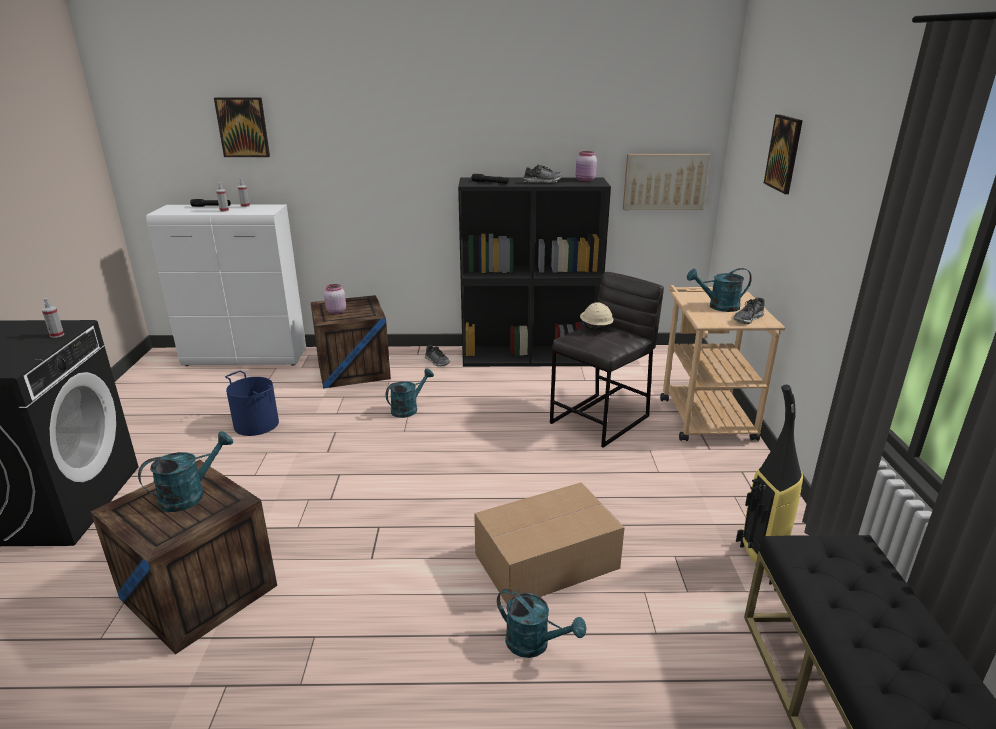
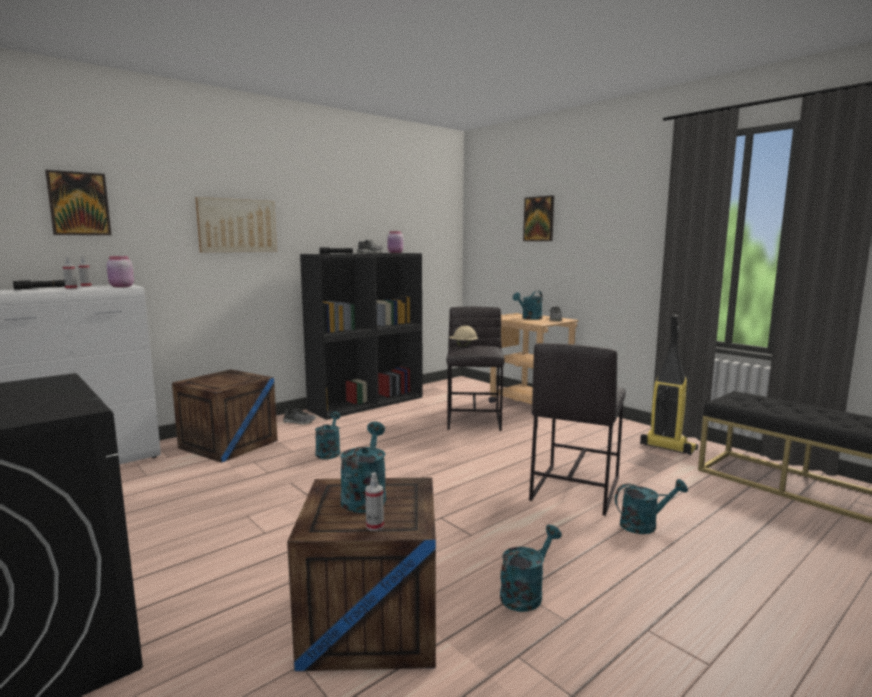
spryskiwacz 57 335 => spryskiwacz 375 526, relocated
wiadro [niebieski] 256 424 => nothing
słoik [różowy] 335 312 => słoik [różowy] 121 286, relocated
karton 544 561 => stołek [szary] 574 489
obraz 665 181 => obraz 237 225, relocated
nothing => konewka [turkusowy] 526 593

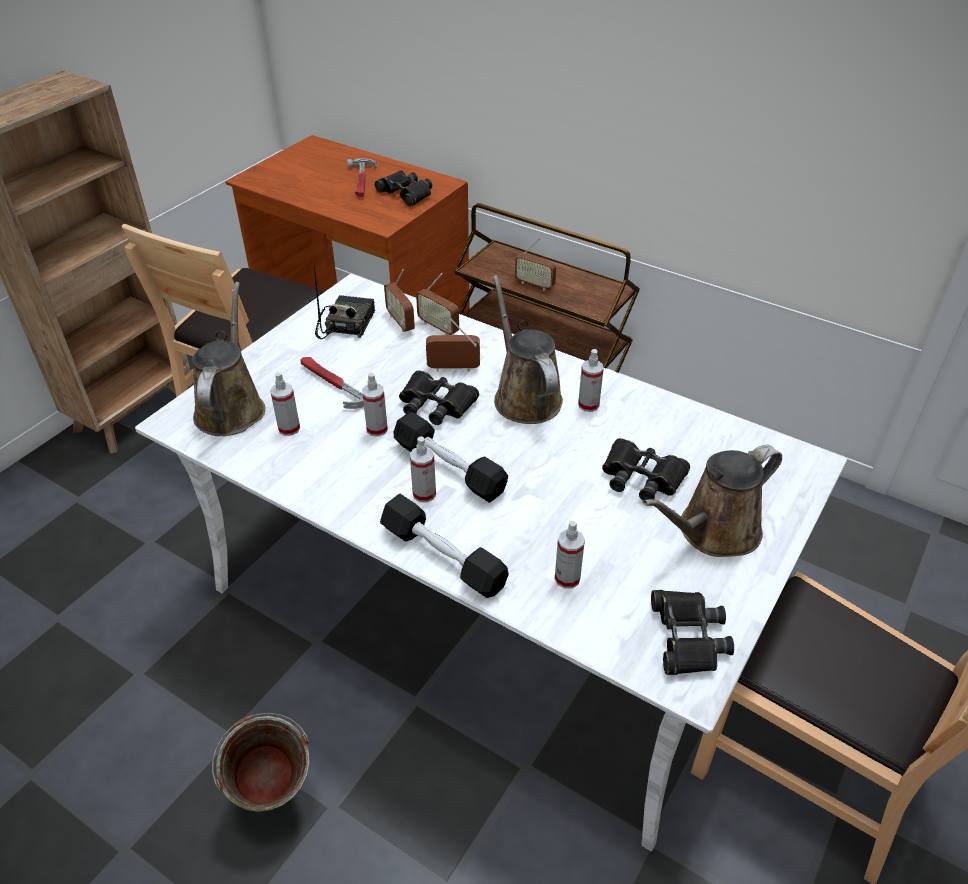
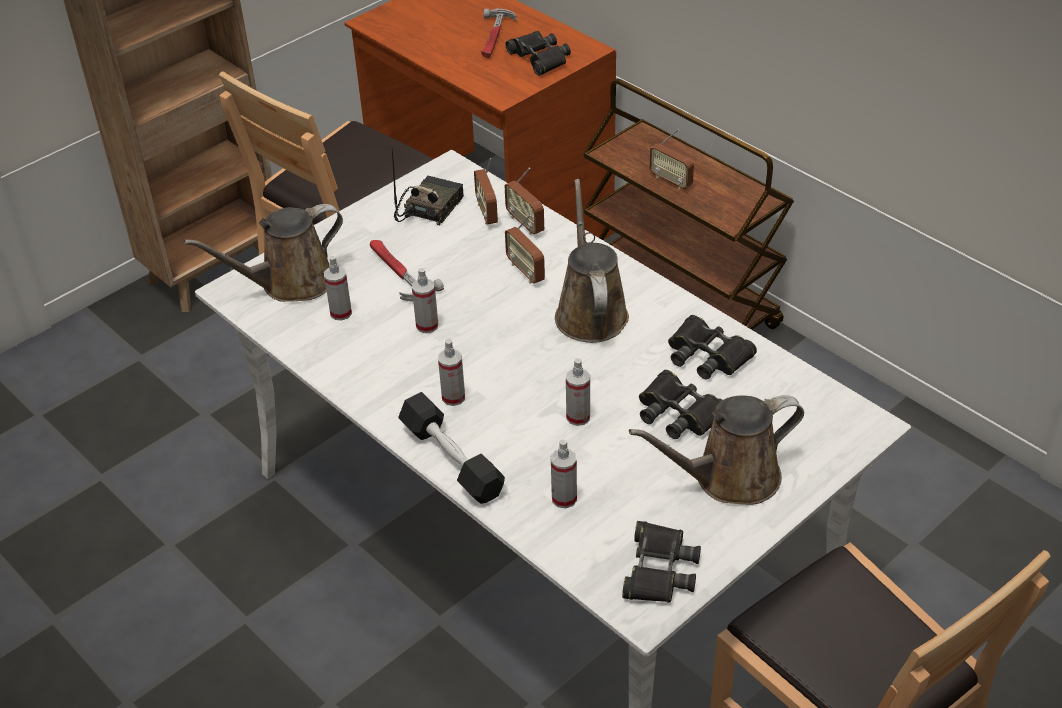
konewka [brązowy] 231 407 => konewka [brązowy] 290 283, 135 degrees counterclockwise
wiadro [zielony] 274 799 => nothing
hantel [czarny] 449 468 => nothing
lornetka [czarny] 436 404 => lornetka [czarny] 707 355, relocated
radio 453 368 => radio 526 271, 135 degrees counterclockwise
spryskiwacz 588 405 => spryskiwacz 578 417, relocated

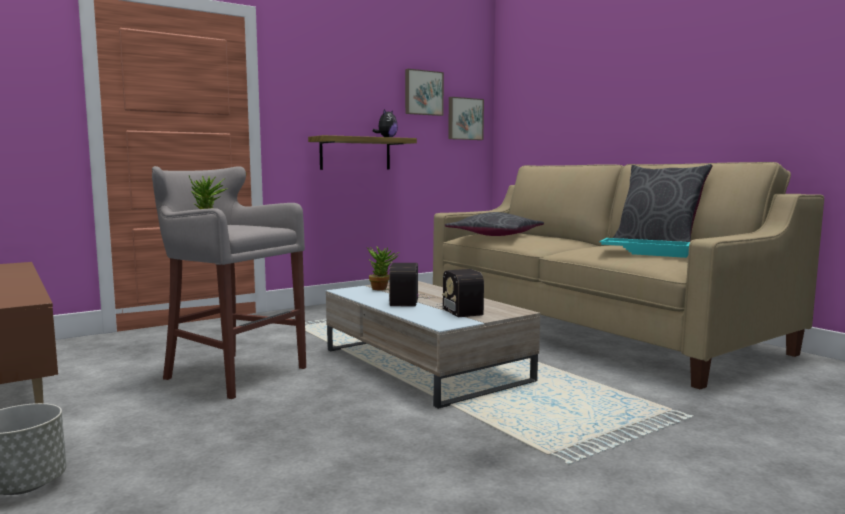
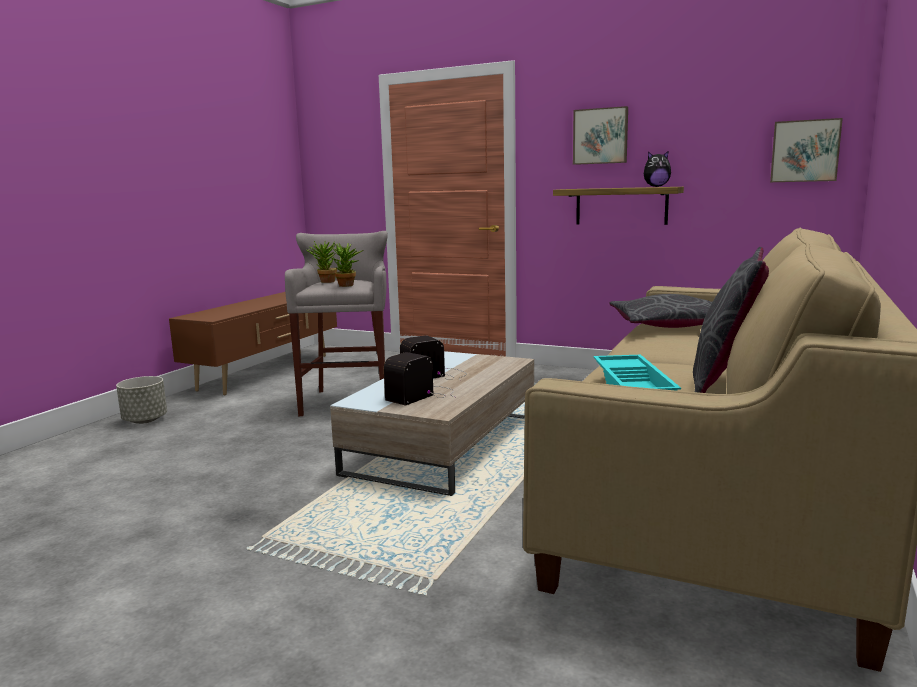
roślina doniczkowa 382 288 => roślina doniczkowa 348 286, relocated
obraz 423 93 => obraz 600 136, relocated

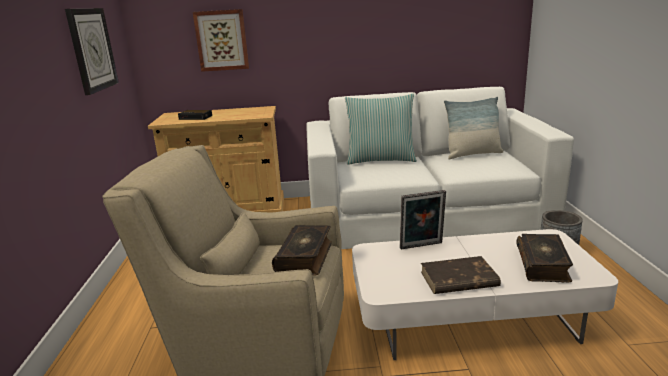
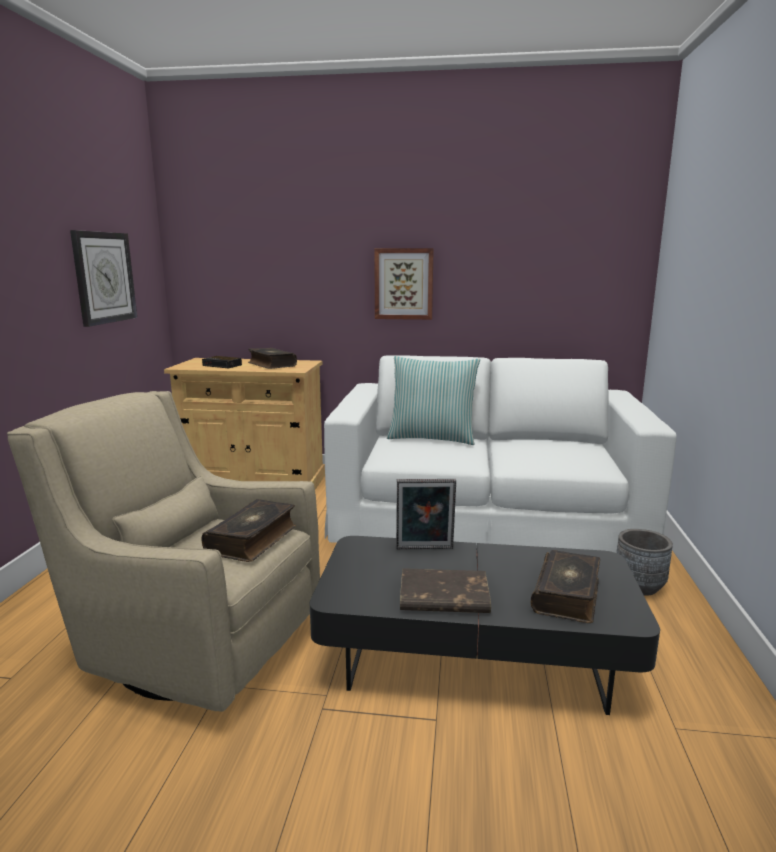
obraz 222 40 => obraz 404 284, relocated
ława [biały] 470 318 => ława [czarny] 474 654
poduszka 472 154 => nothing
nothing => książka 271 365

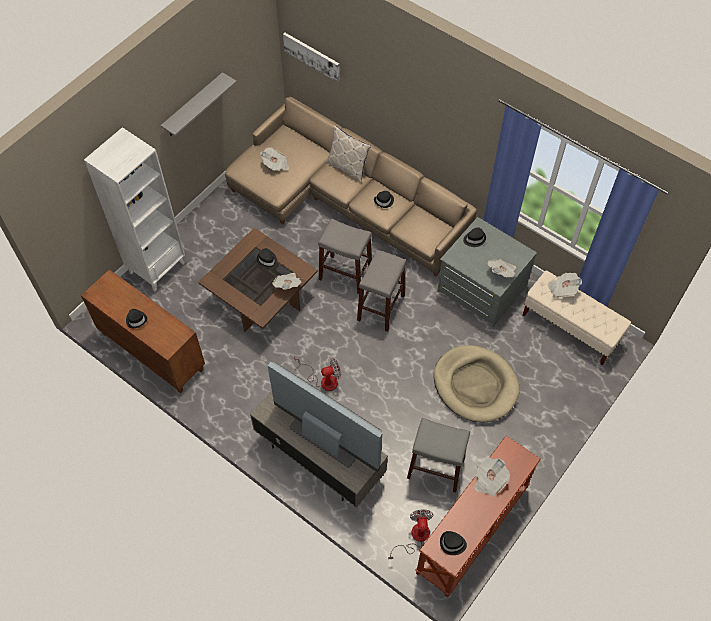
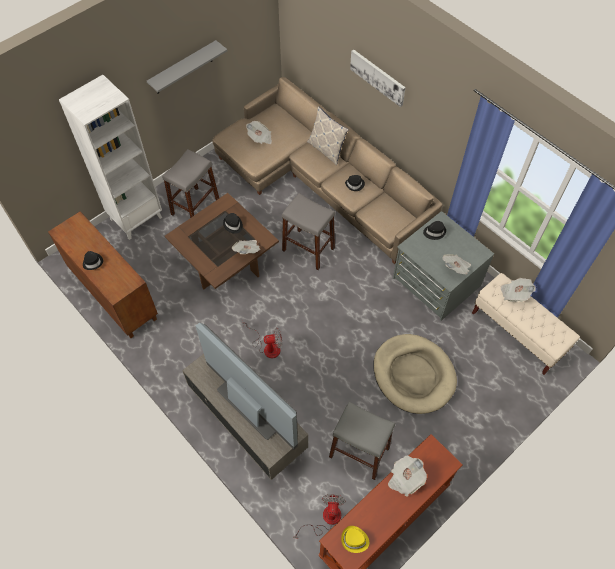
obraz 312 56 => obraz 378 77, relocated
stołek [szary] 381 307 => stołek [szary] 195 207, relocated
kapelusz [czarny] 452 544 => kapelusz [żółty] 354 540

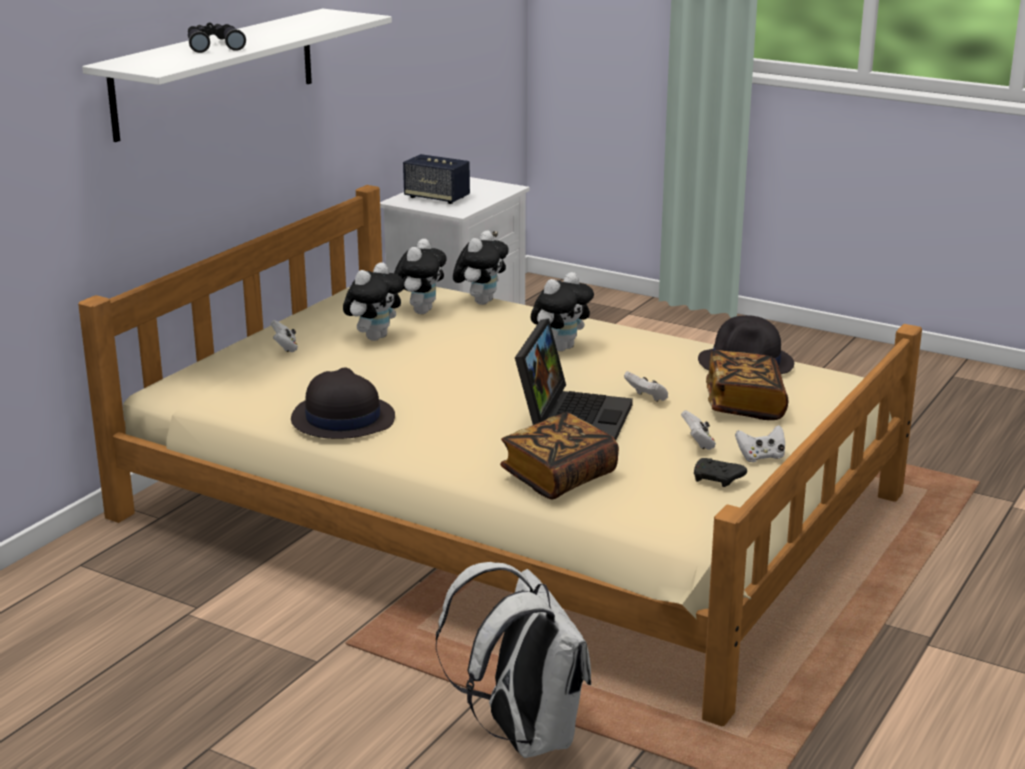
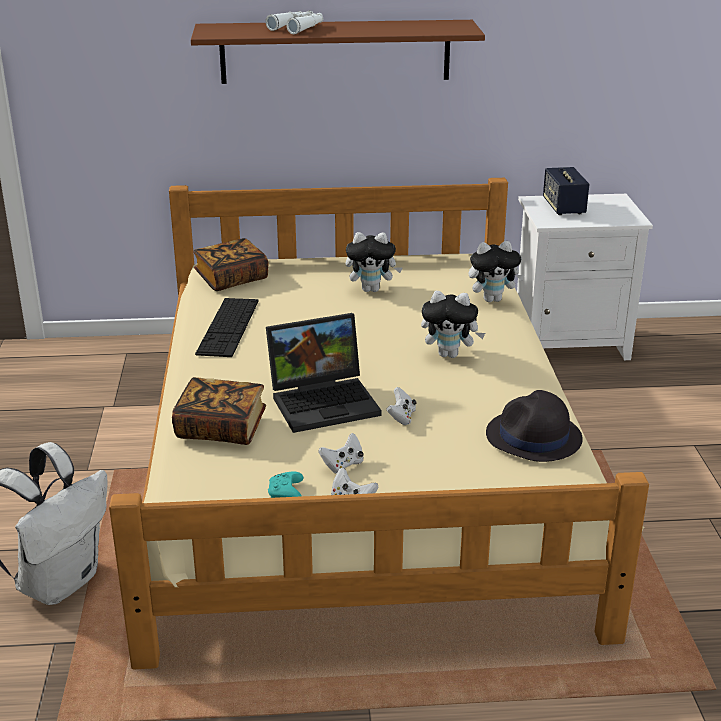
półka [biały] 216 72 => półka [brązowy] 335 51
lornetka [czarny] 214 45 => lornetka [biały] 298 28
pad do gier [biały] 285 348 => nothing
kapelusz [czarny] 342 419 => klawiatura 228 327
pluszak 420 311 => nothing
pad do gier [czarny] 718 480 => pad do gier [turkusowy] 286 494
książka 744 405 => książka 231 279, relocated

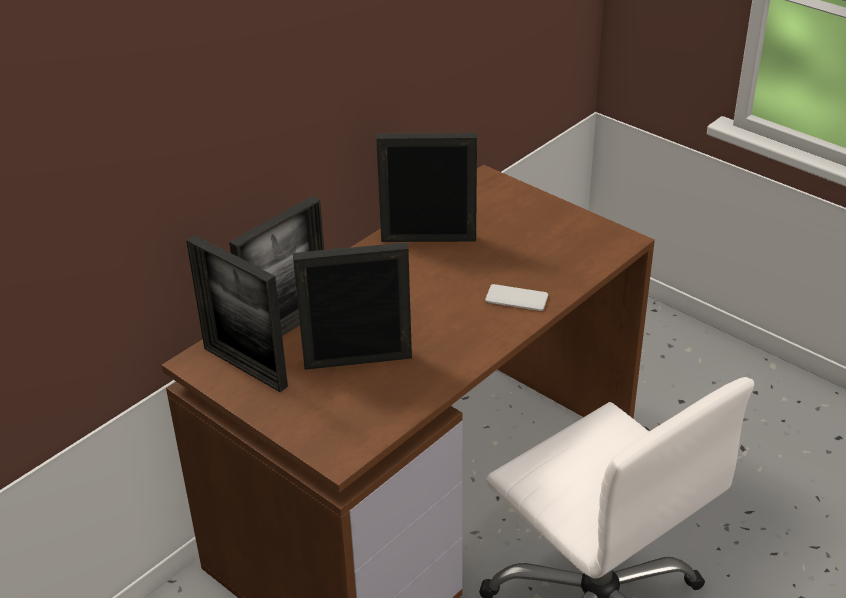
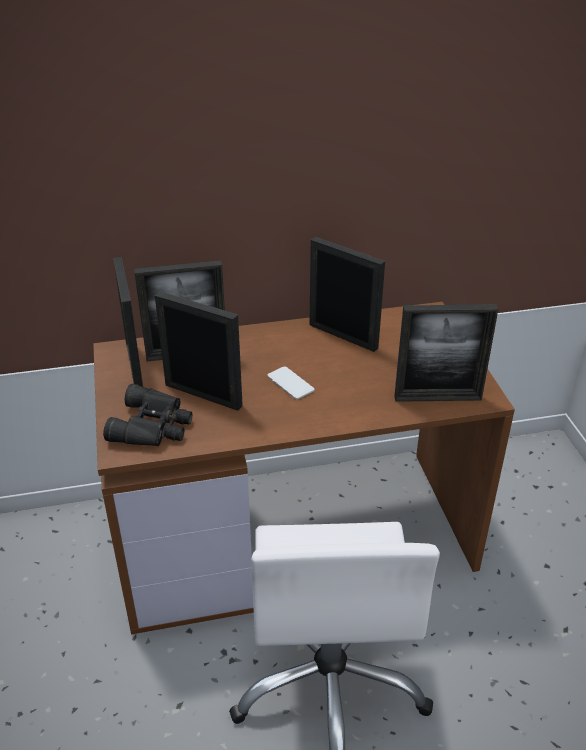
telefon 516 298 => telefon 290 383, relocated
nothing => lornetka [czarny] 153 426
nothing => ramka na zdjęcie 437 398

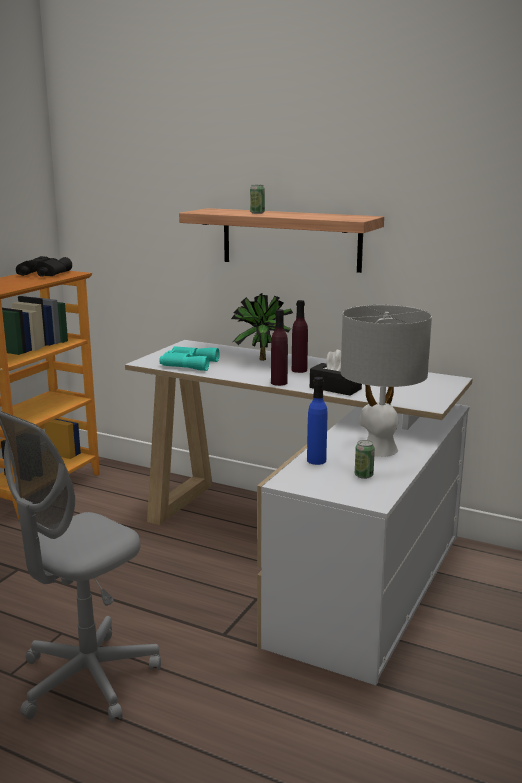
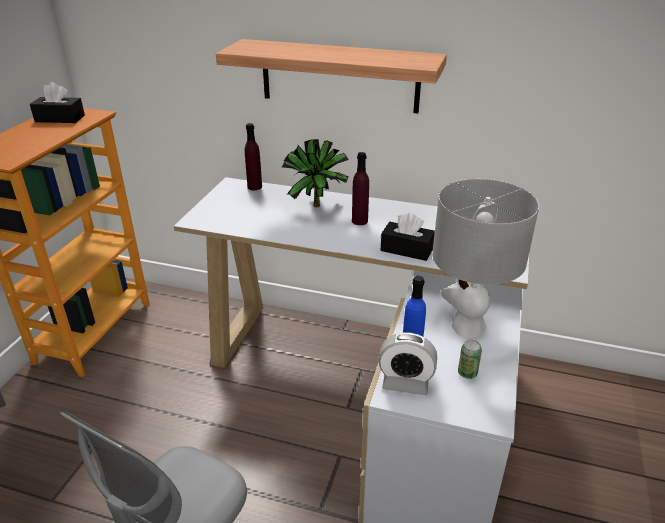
lornetka [czarny] 42 274 => pudełko chusteczek [czarny] 60 118
lornetka [turkusowy] 187 364 => nothing
puszka 257 213 => nothing
butelka [fioletowy] 279 383 => butelka [fioletowy] 254 187, relocated
nothing => budzik 405 384

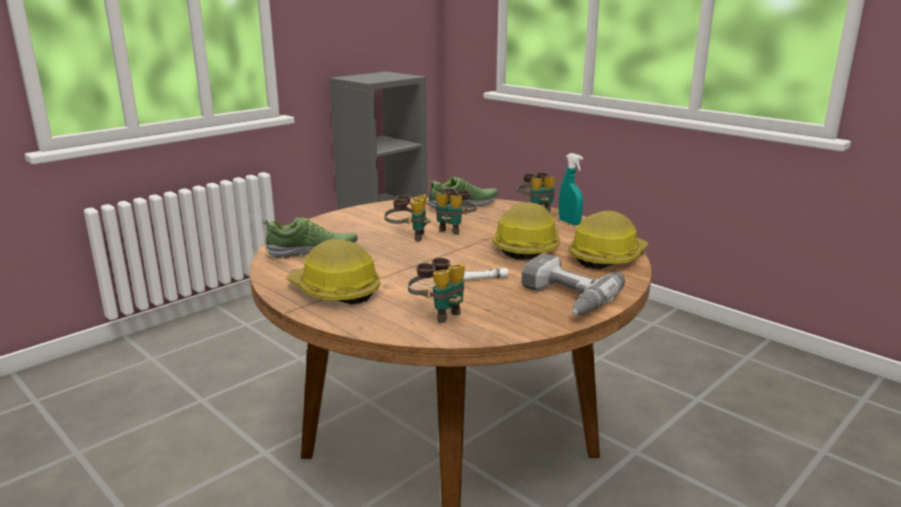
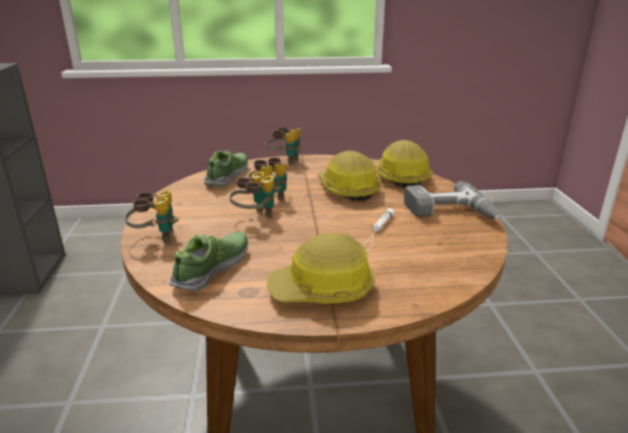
lornetka 438 313 => lornetka 155 237, relocated
spryskiwacz [turkusowy] 569 222 => nothing

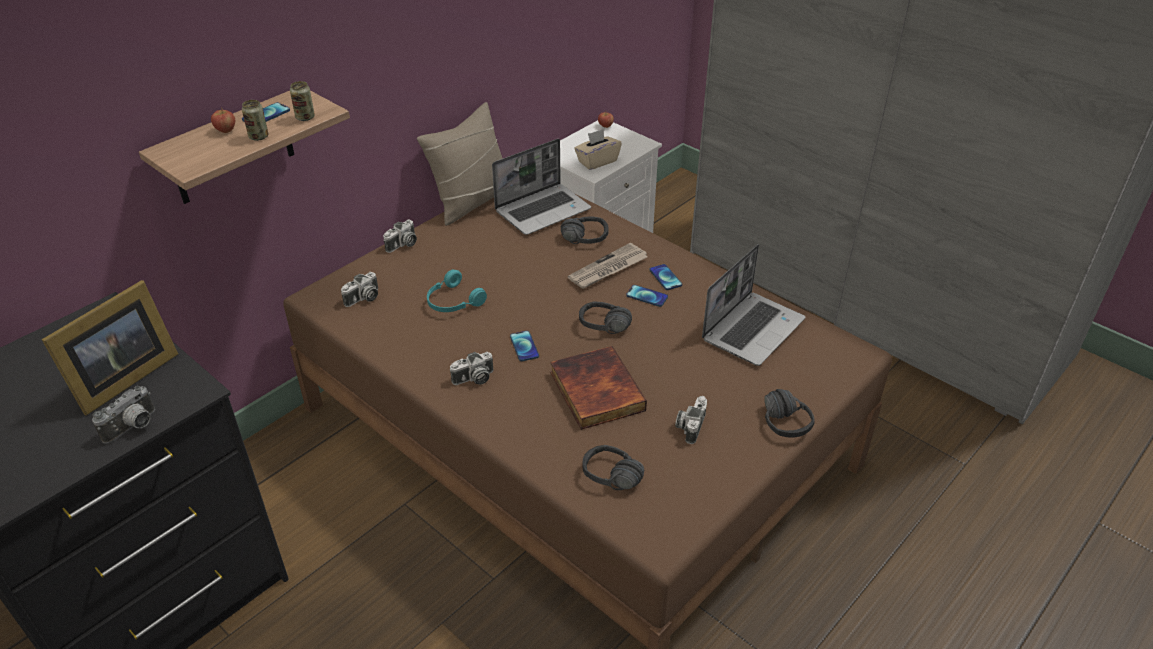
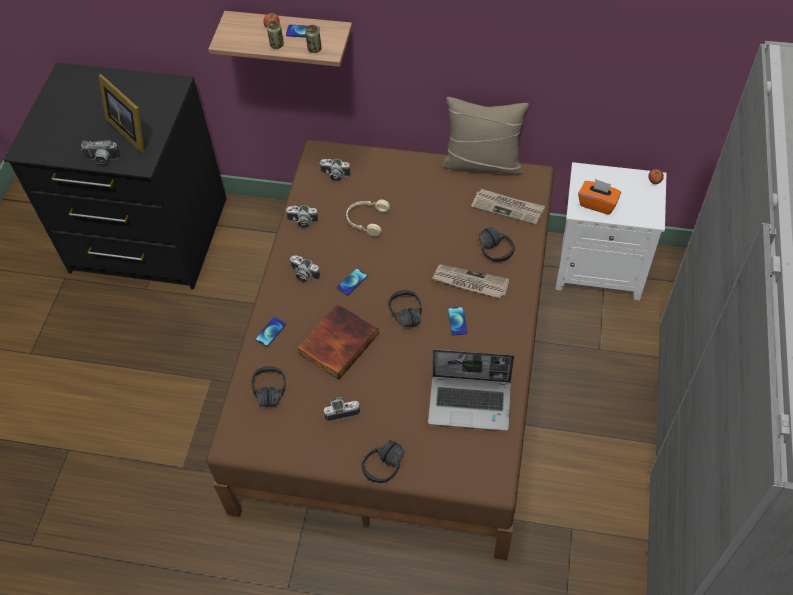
ramka na zdjęcie 121 380 => ramka na zdjęcie 130 130, 45 degrees clockwise
aparat fotograficzny 403 245 => aparat fotograficzny 302 222, relocated
słuchawki [turkusowy] 453 302 => słuchawki [beżowy] 366 220
laptop 543 210 => gazeta 508 208
pudełko chusteczek [beżowy] 597 161 => pudełko chusteczek [pomarańczowy] 597 203
telefon 665 278 => telefon 270 332, relocated

